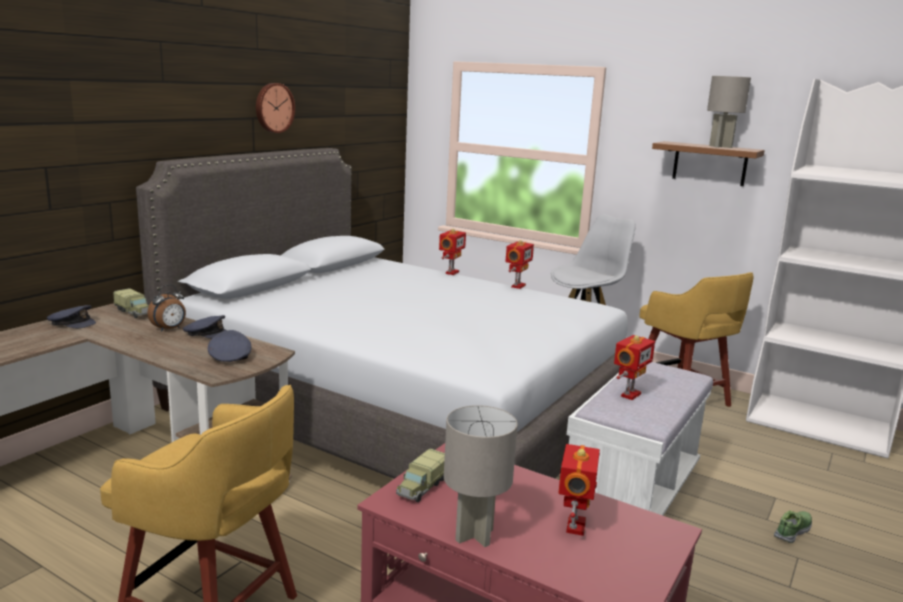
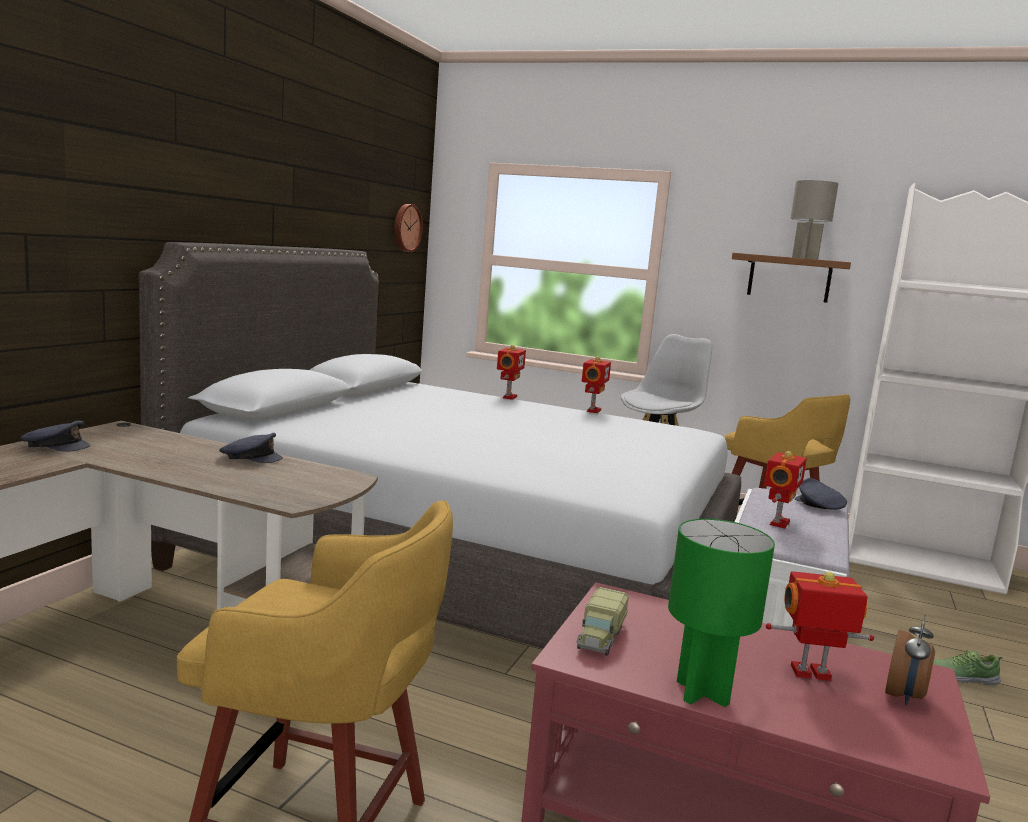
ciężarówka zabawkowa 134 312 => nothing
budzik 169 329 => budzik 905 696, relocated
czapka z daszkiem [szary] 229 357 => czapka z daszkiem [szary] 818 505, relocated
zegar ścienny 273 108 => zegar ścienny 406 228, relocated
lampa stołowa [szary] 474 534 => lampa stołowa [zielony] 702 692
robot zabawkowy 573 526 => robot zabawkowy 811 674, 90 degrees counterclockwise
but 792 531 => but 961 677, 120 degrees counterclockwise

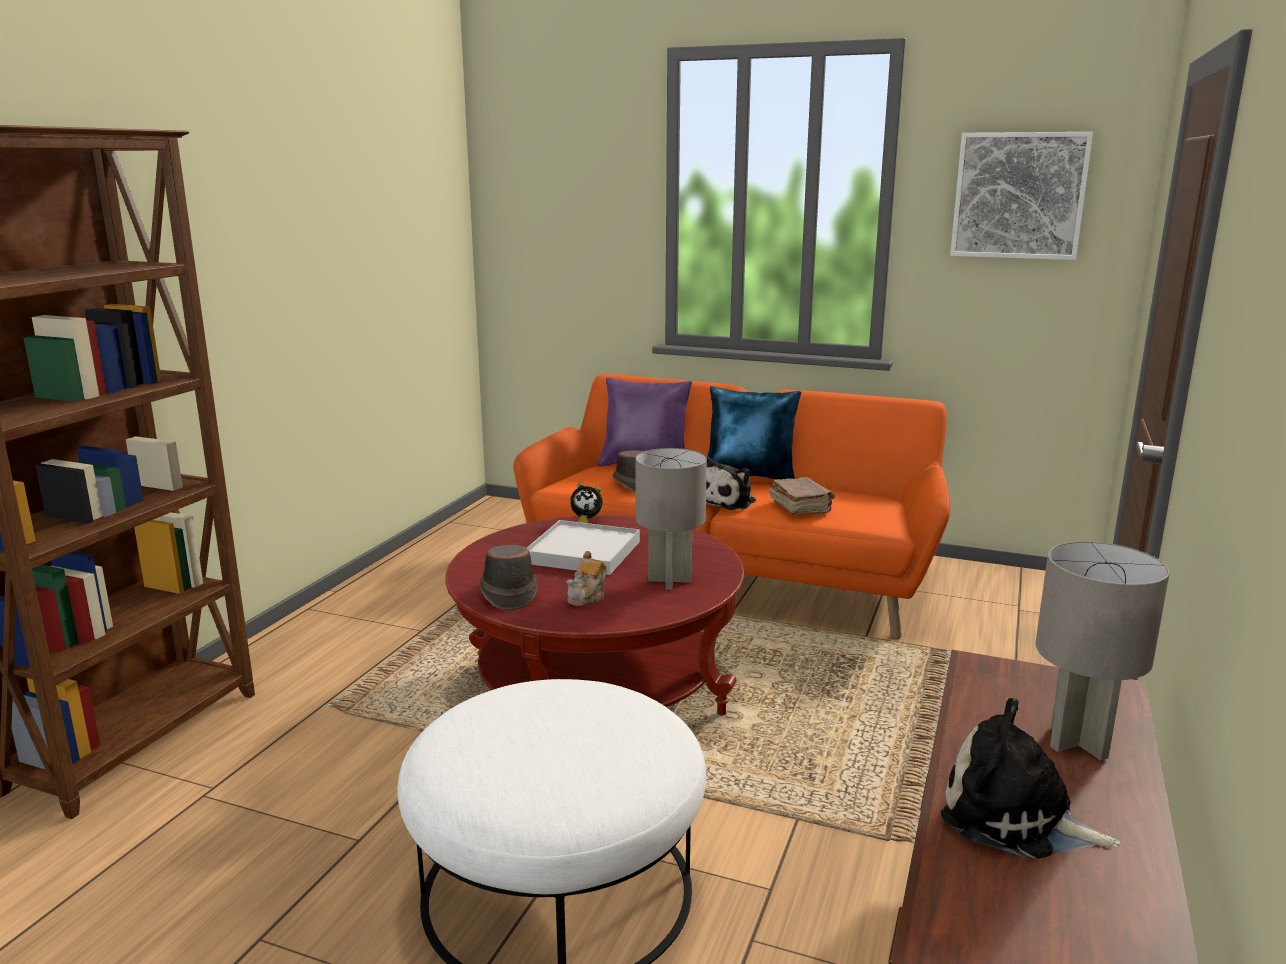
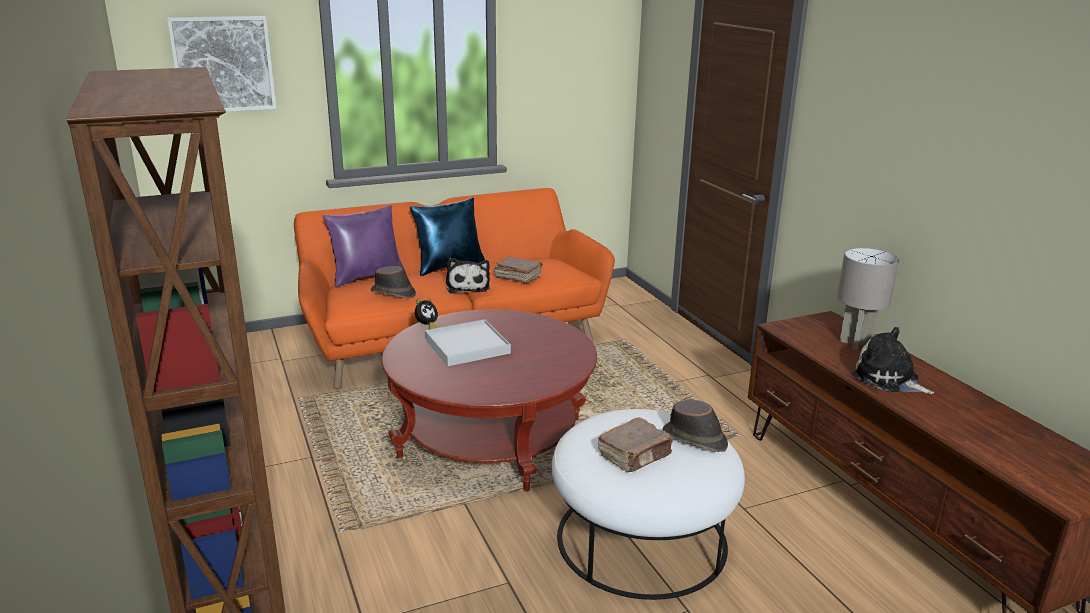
kapelusz [brązowy] 508 593 => kapelusz [brązowy] 695 439, relocated
imbryk 588 597 => nothing
lampa stołowa [szary] 670 580 => nothing
pluszak 1015 818 => pluszak 888 379, 60 degrees clockwise
obraz 1019 196 => obraz 223 64, relocated
nothing => książka [brązowy] 635 455

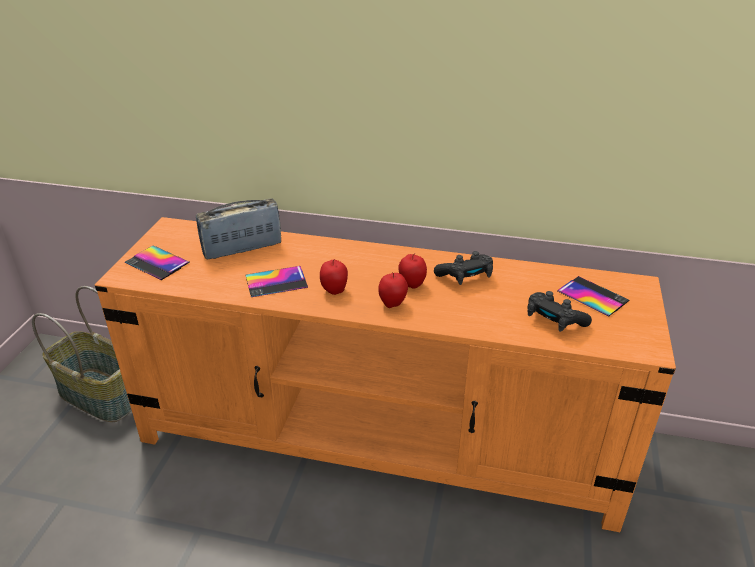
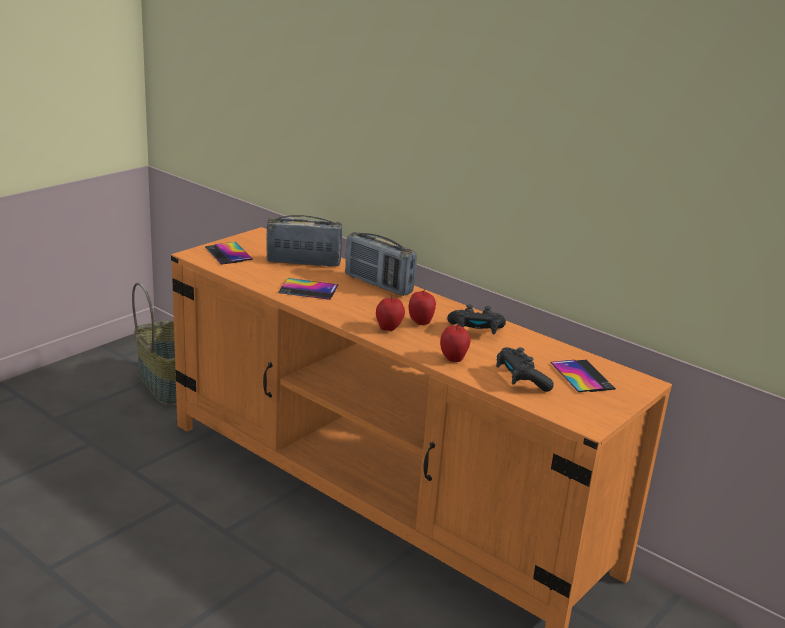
jabłko 334 290 => jabłko 453 359, relocated
nothing => radio 378 284

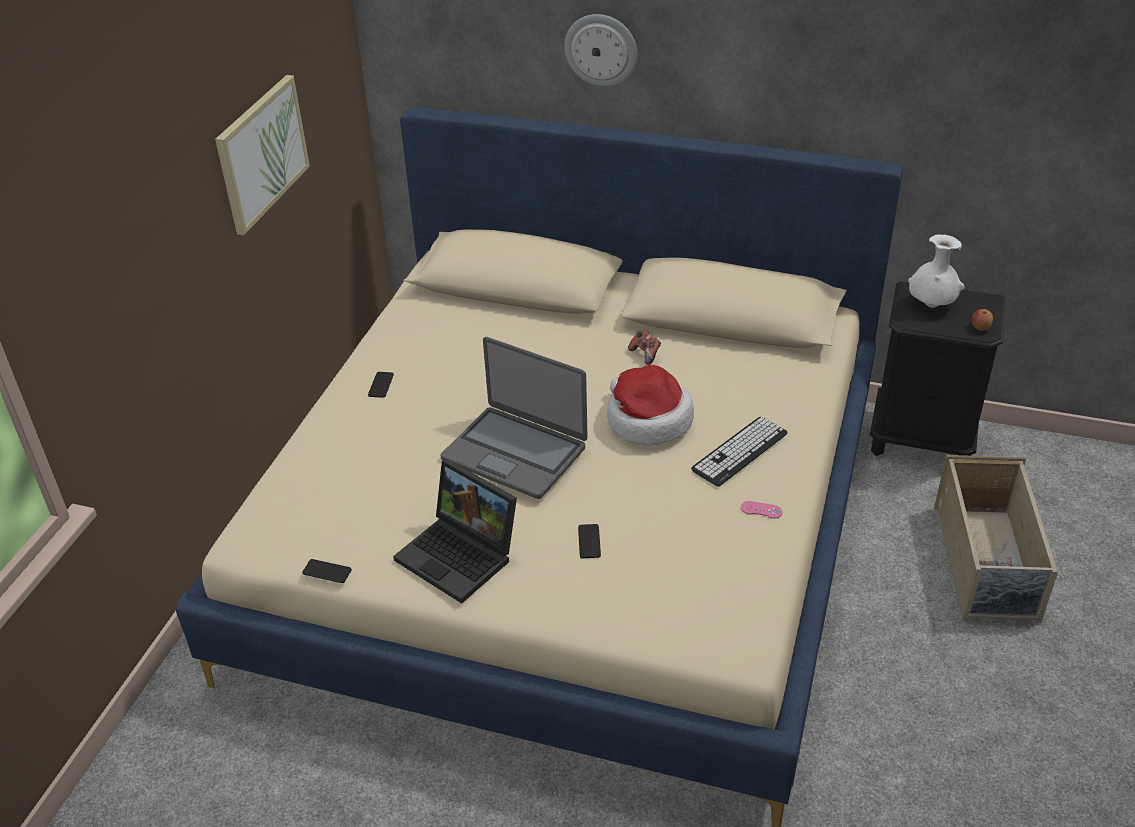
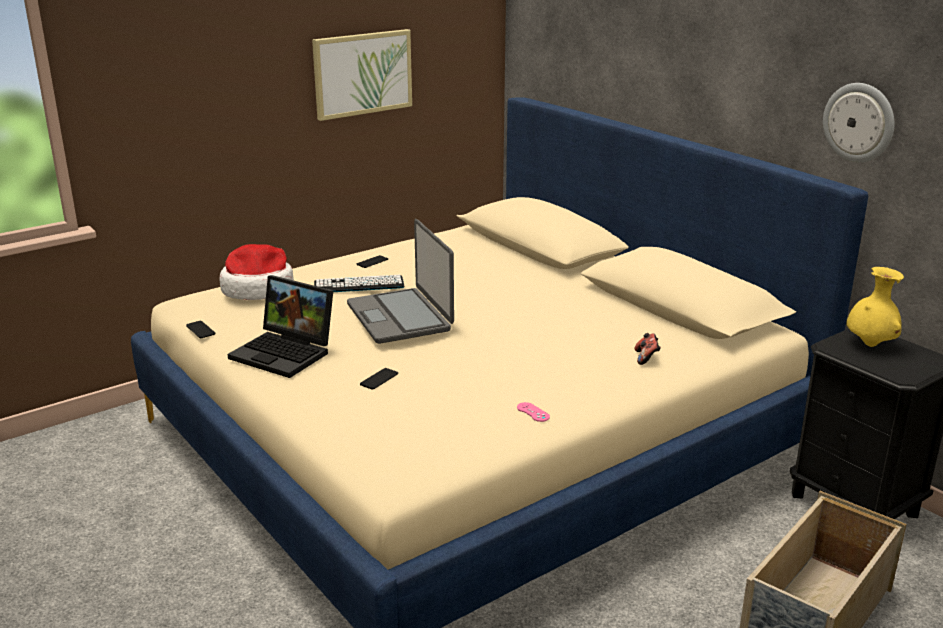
laptop 461 555 => laptop 286 353, 45 degrees counterclockwise
zegar ścienny 601 49 => zegar ścienny 859 122, relocated
kapelusz 647 420 => kapelusz 258 289, relocated
pad do gier 645 355 => pad do gier 646 358, relocated
klawiatura 740 452 => klawiatura 359 285, relocated
wazon [biały] 931 305 => wazon [żółty] 870 345
jabłko 980 328 => nothing

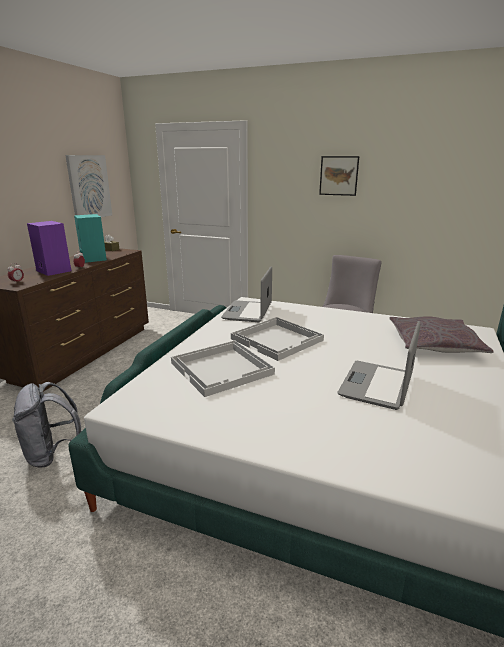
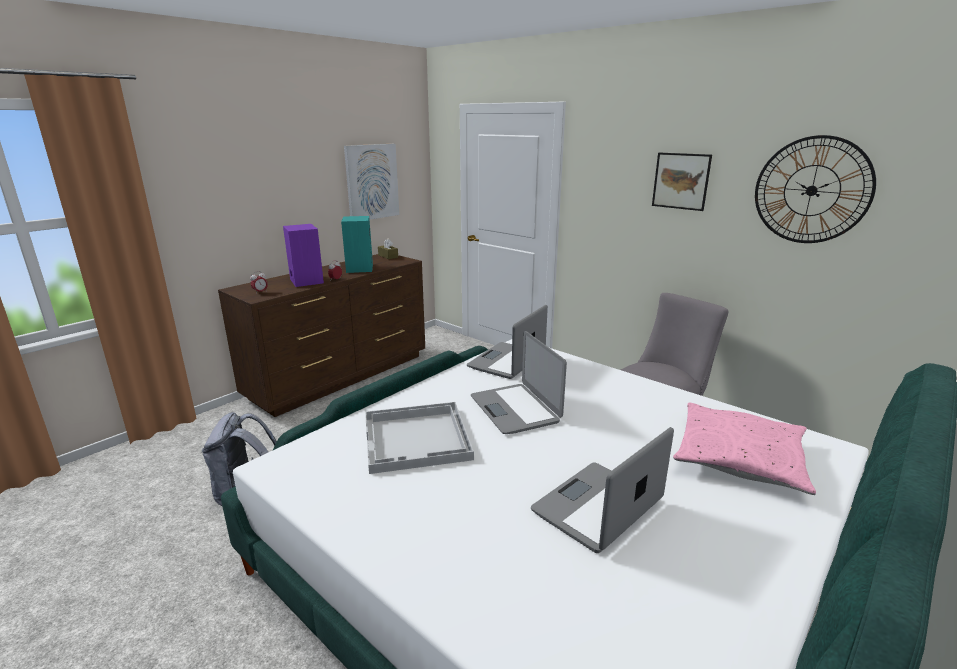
taca [biały] 278 339 => laptop 515 409
poduszka [szary] 434 344 => poduszka [różowy] 739 458
nothing => zegar ścienny 811 190

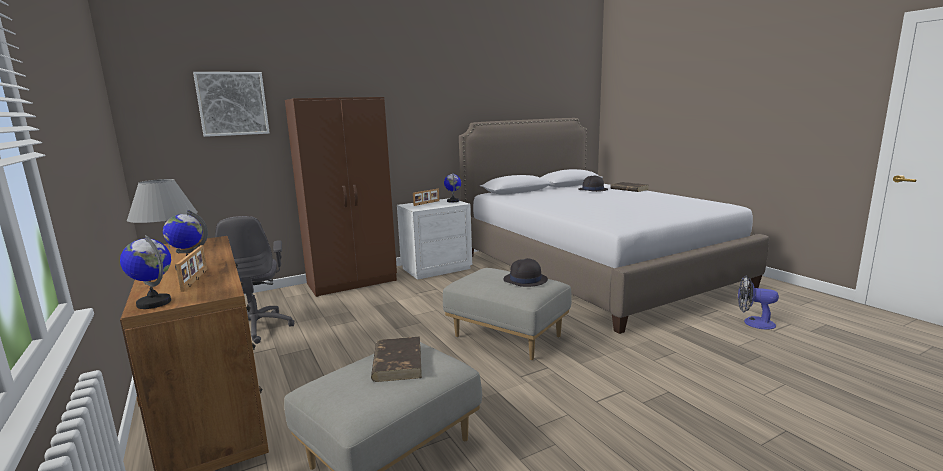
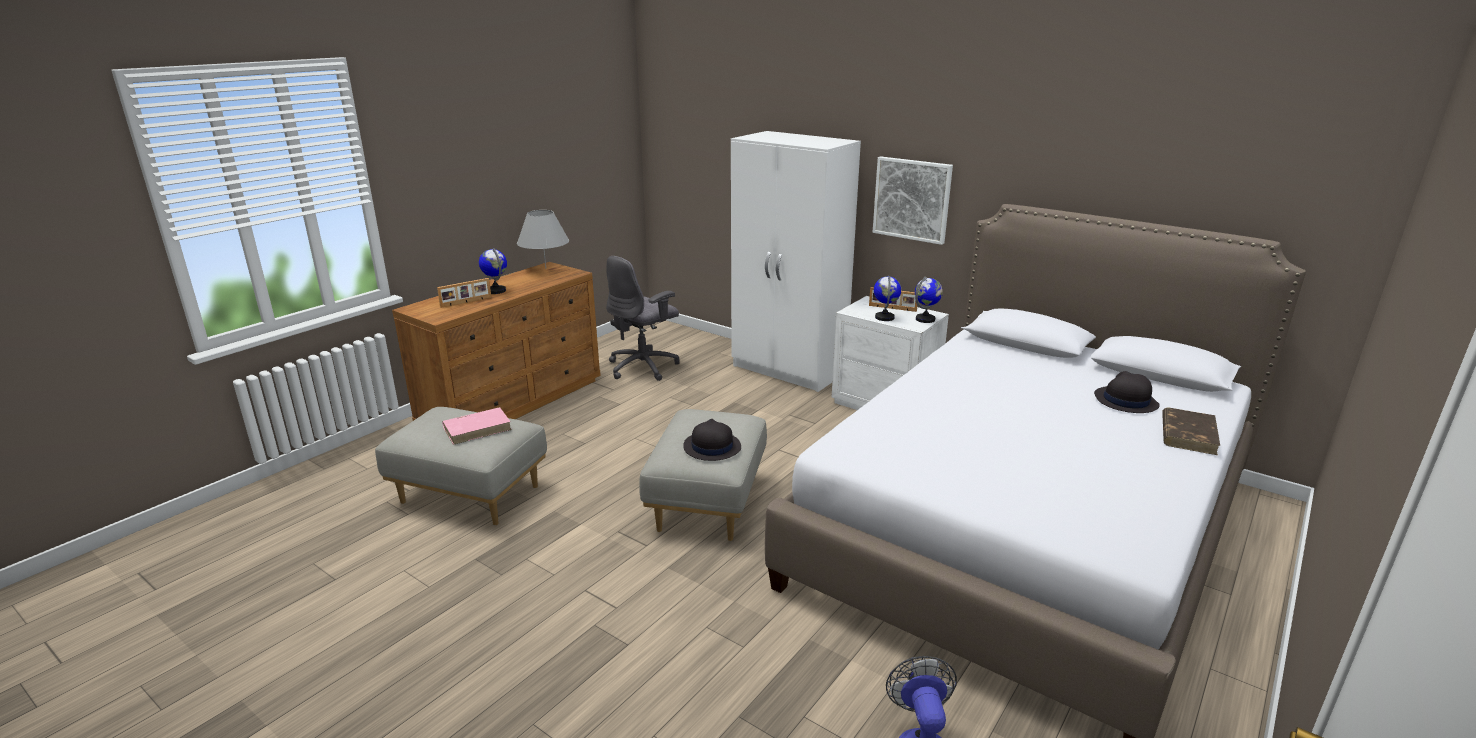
globus 154 303 => globus 884 317, relocated
obraz 232 104 => obraz 912 199, relocated
szafa [brązowy] 353 282 => szafa [biały] 789 370
książka [brązowy] 397 362 => książka [różowy] 478 428

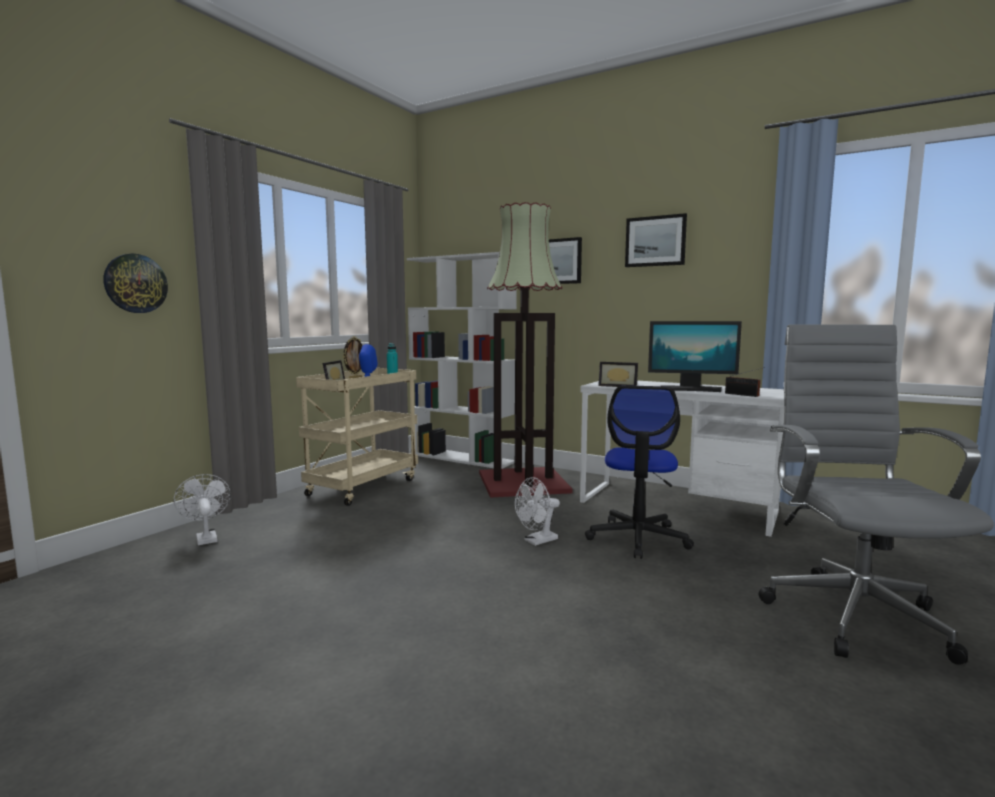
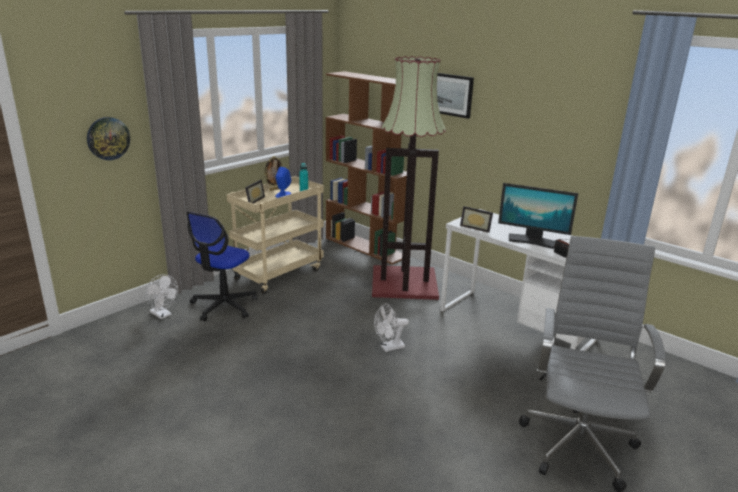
wentylator [biały] 205 537 => wentylator [biały] 163 315, 150 degrees clockwise
regał [biały] 463 458 => regał [brązowy] 366 247
krzesło biurowe 638 538 => krzesło biurowe 224 306, relocated
obraz 655 241 => nothing

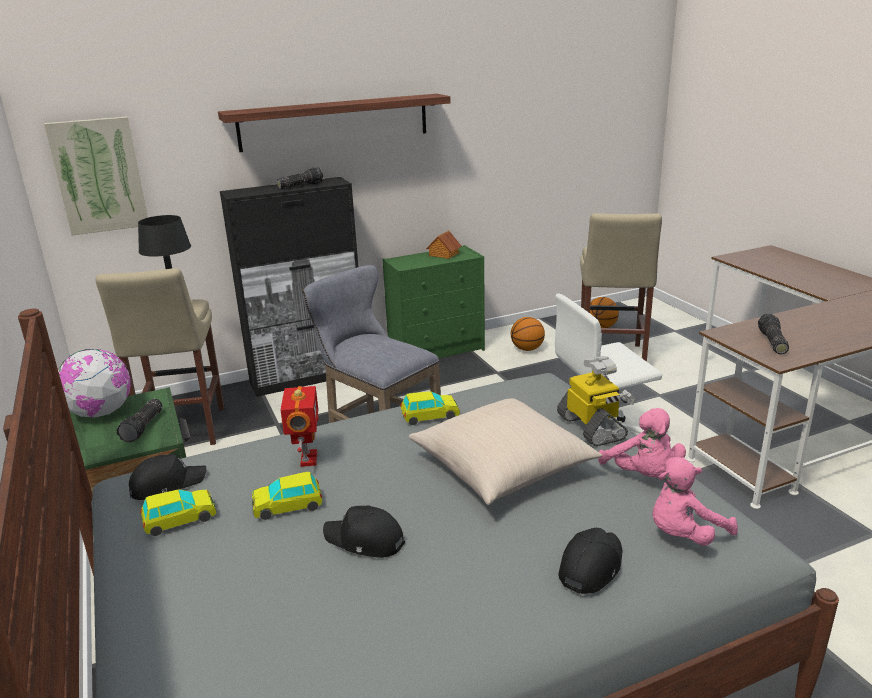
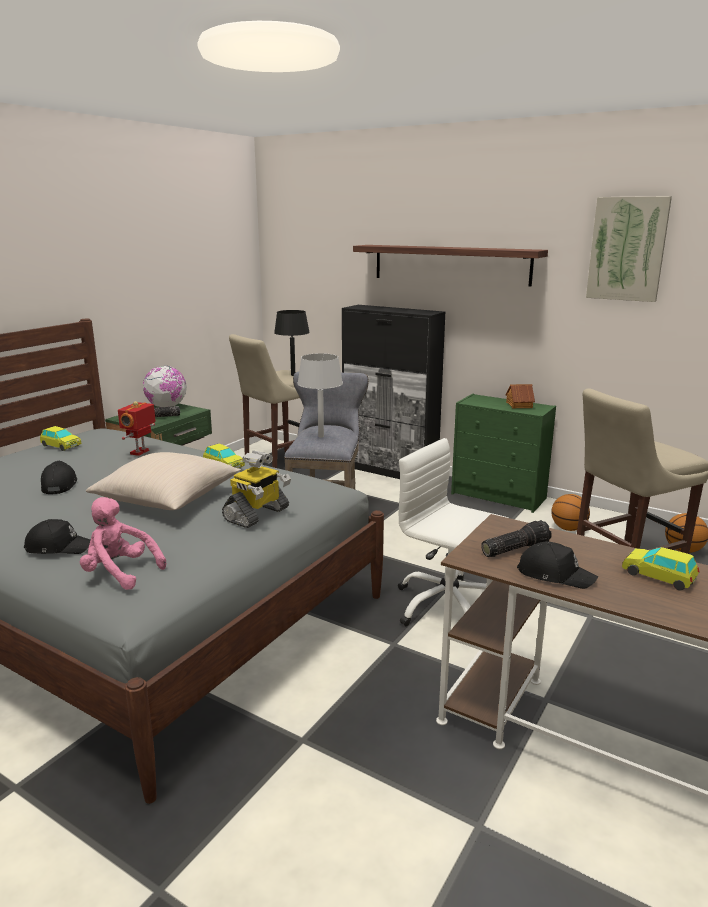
obraz 99 175 => obraz 627 249, relocated
czapka z daszkiem [czarny] 167 484 => czapka z daszkiem [czarny] 554 574, relocated
samochodzik 287 506 => samochodzik 658 576, relocated
latarka 300 186 => nothing
robot zabawkowy 306 459 => robot zabawkowy 140 452, 150 degrees clockwise
pluszak [różowy] 643 475 => nothing
nothing => lampa stołowa [szary] 321 436

